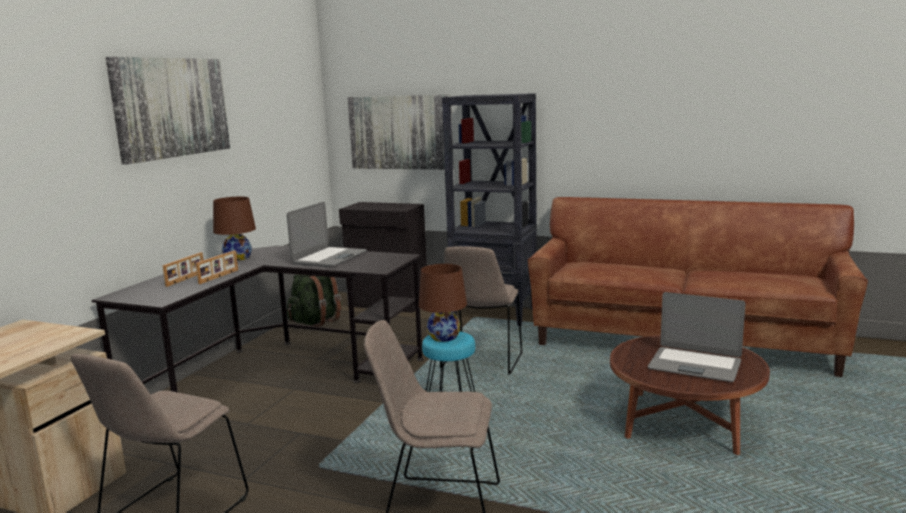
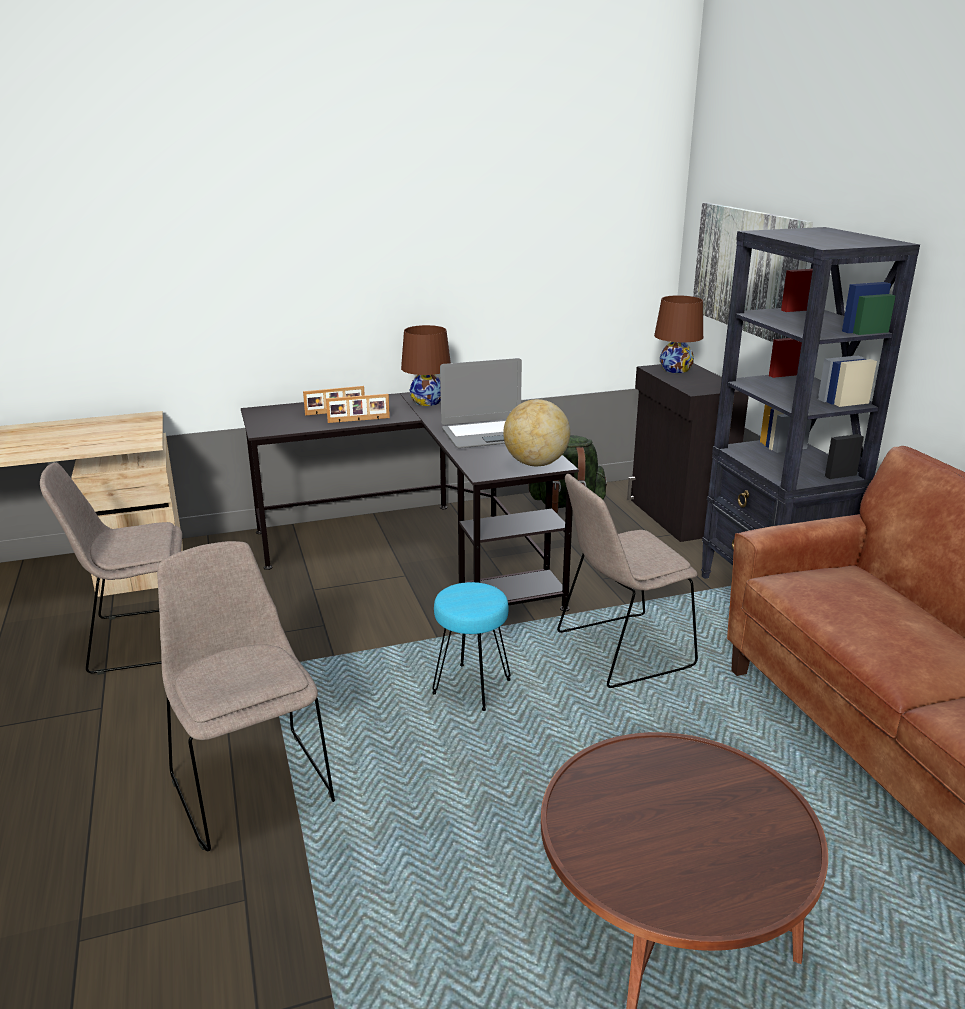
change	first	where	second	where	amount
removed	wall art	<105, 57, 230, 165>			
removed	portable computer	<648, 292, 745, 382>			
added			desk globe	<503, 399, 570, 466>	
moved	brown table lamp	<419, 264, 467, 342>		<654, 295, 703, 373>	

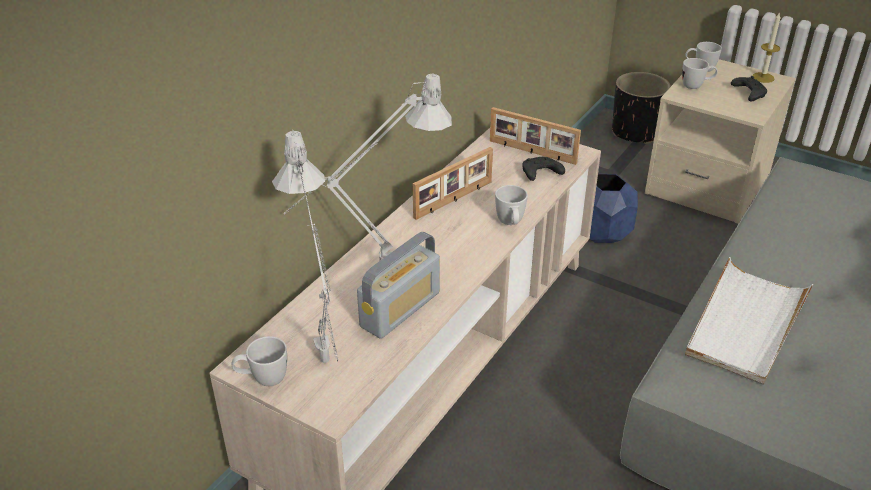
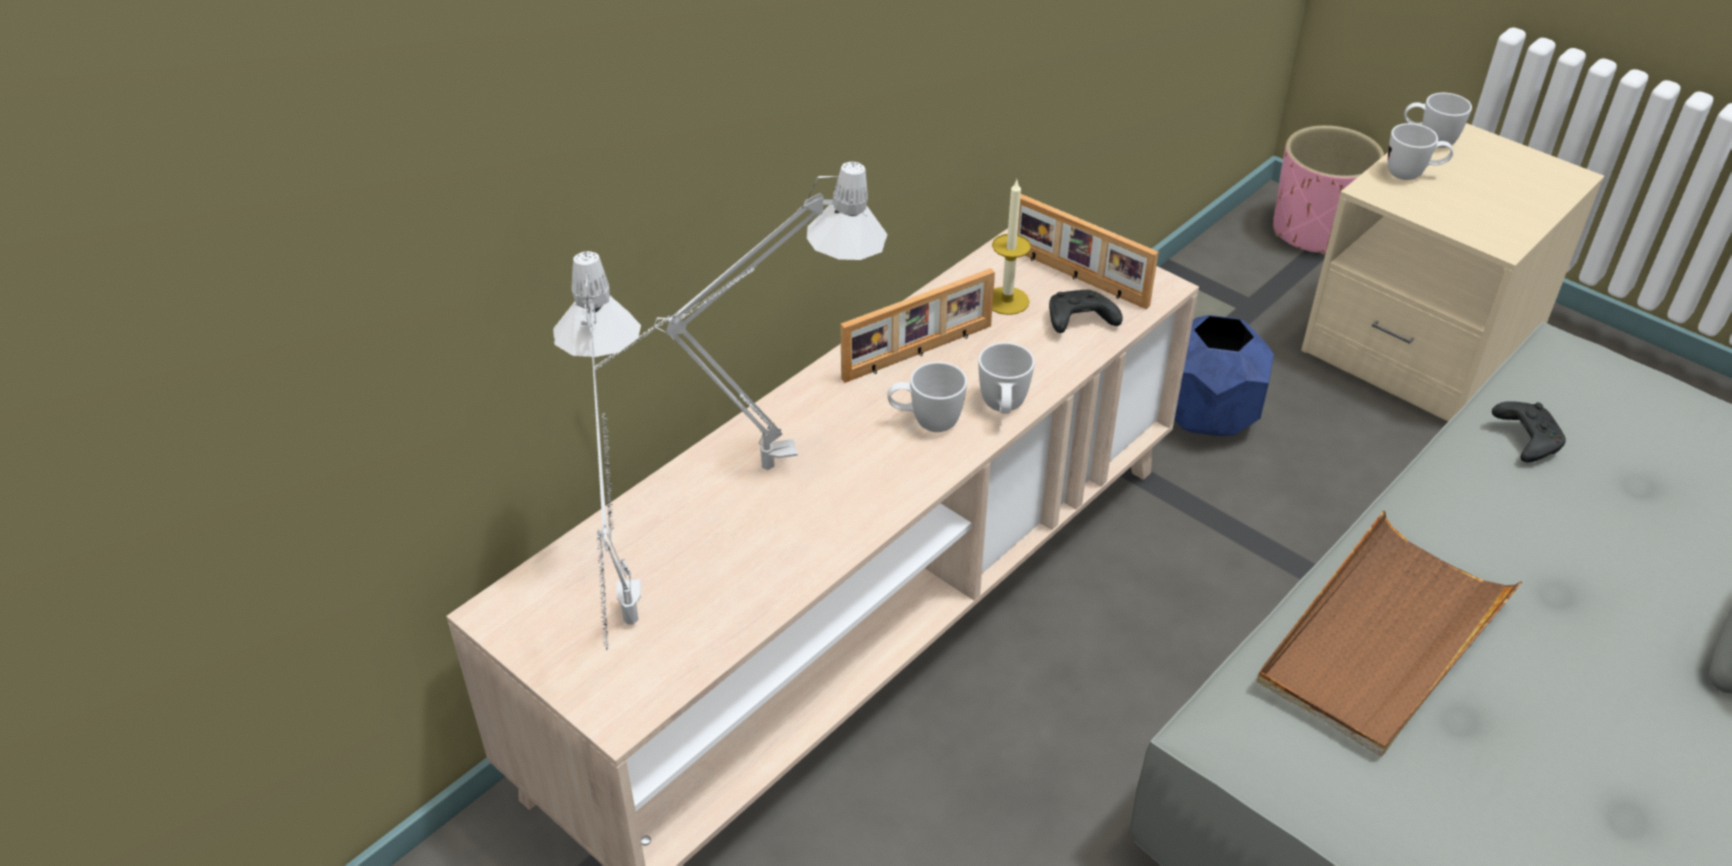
change	first	where	second	where	amount
removed	radio set	<357, 232, 440, 339>			
moved	whitish coffee mug	<231, 336, 287, 386>		<887, 362, 967, 432>	
moved	black-coloured joypad	<731, 76, 767, 102>		<1492, 401, 1566, 462>	
moved	wax light	<752, 13, 781, 83>		<992, 180, 1031, 315>	
recoloured	black-coloured flower pot	<612, 72, 671, 144>	pink flower pot	<1273, 125, 1384, 255>	
recoloured	whitish tray	<685, 257, 813, 385>	brown tray	<1256, 510, 1522, 757>	

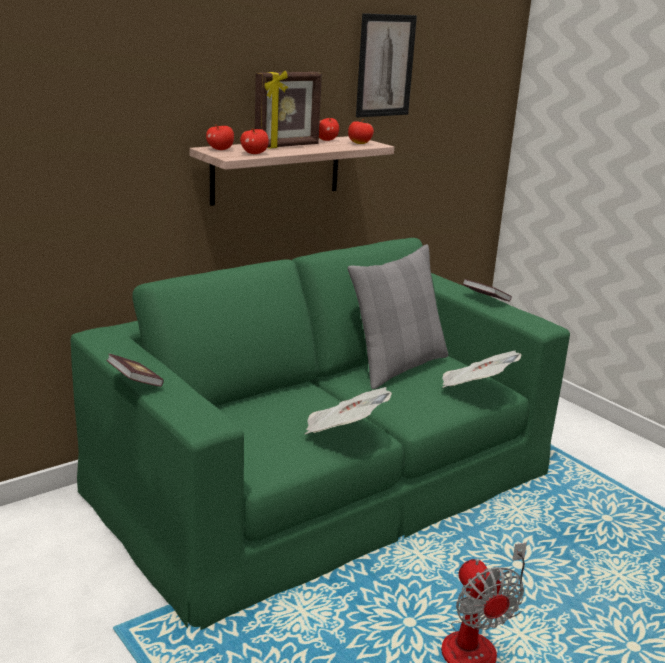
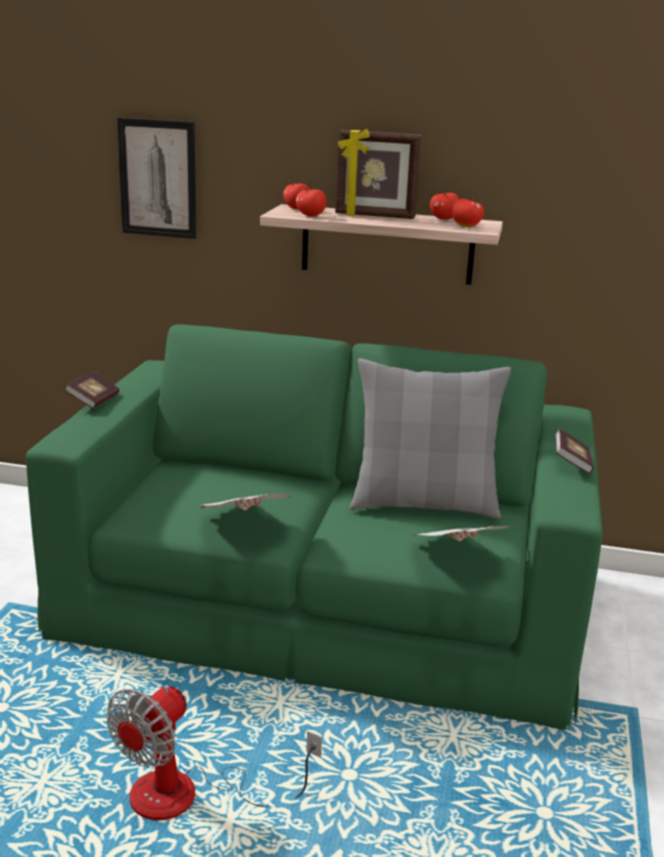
change	first	where	second	where	amount
moved	wall art	<356, 13, 417, 117>		<117, 117, 197, 239>	

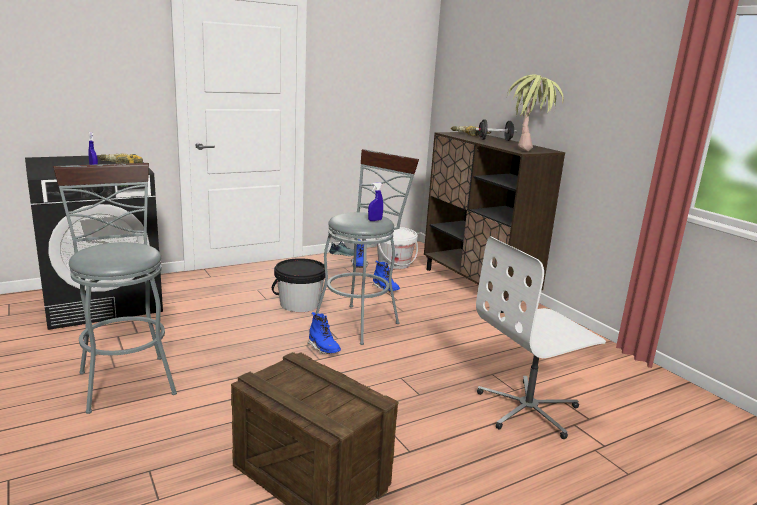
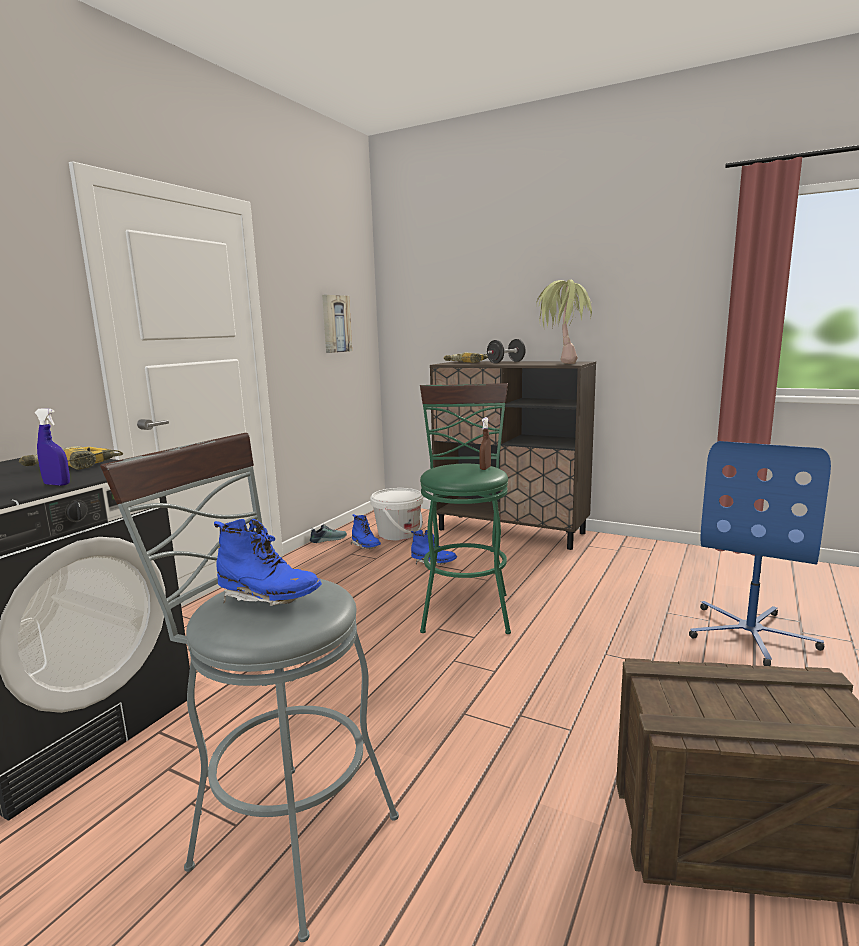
change	first	where	second	where	amount
removed	black-coloured water bucket	<272, 258, 325, 312>			
added			wall art	<322, 295, 352, 353>	
moved	blue tall boot	<308, 312, 341, 354>		<214, 519, 322, 606>	
recoloured	grey sitting stool	<316, 149, 419, 345>	greenish sitting stool	<420, 383, 511, 634>	
recoloured	blue sprayer	<368, 182, 383, 221>	brown sprayer	<479, 417, 491, 470>	
recoloured	whitish computer chair	<476, 237, 606, 439>	blue computer chair	<689, 441, 831, 666>	

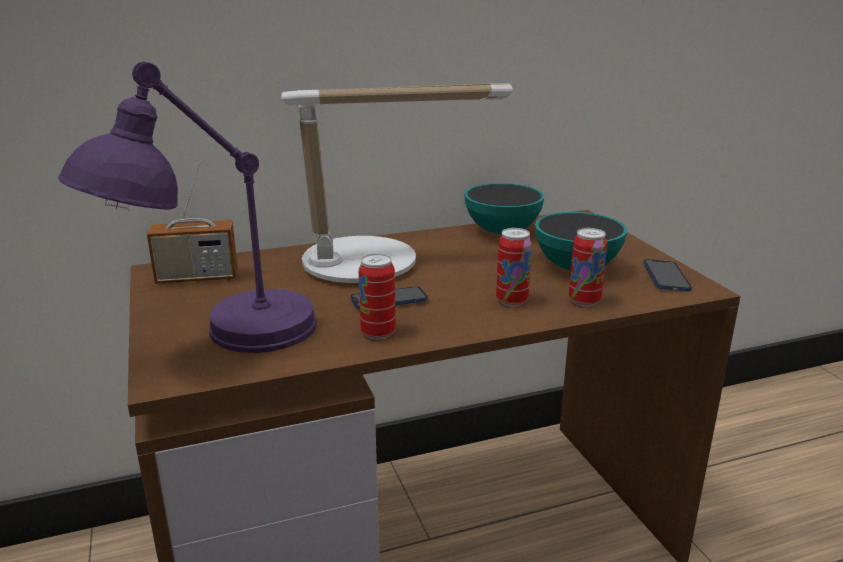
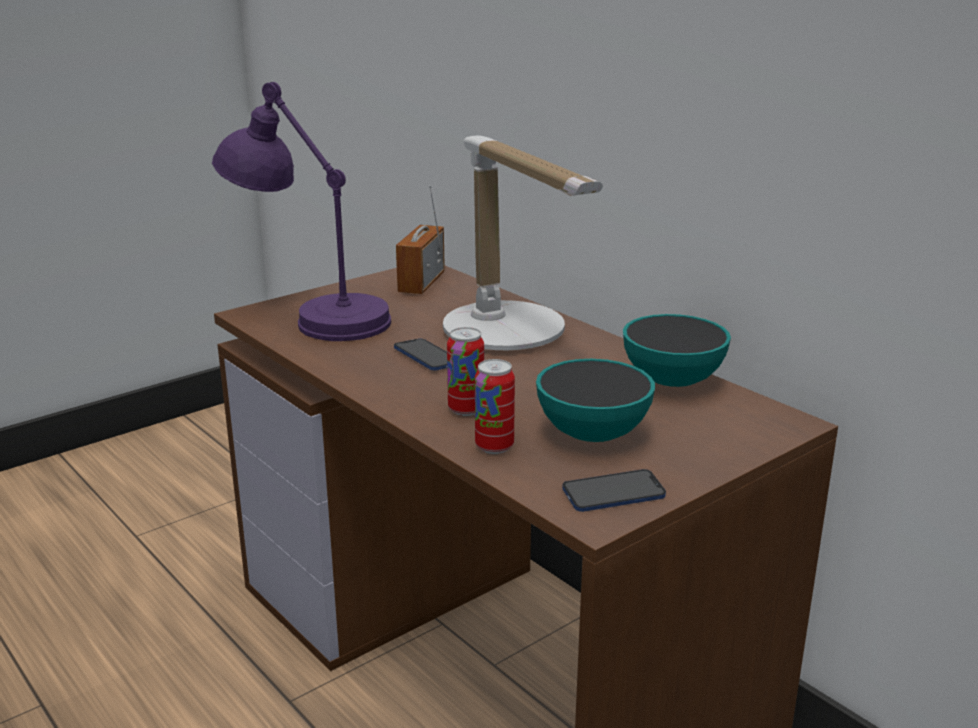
change	first	where	second	where	amount
removed	sealed can	<358, 254, 396, 340>			
turned	radio set	<147, 161, 238, 284>		<396, 185, 445, 294>	45 degrees clockwise

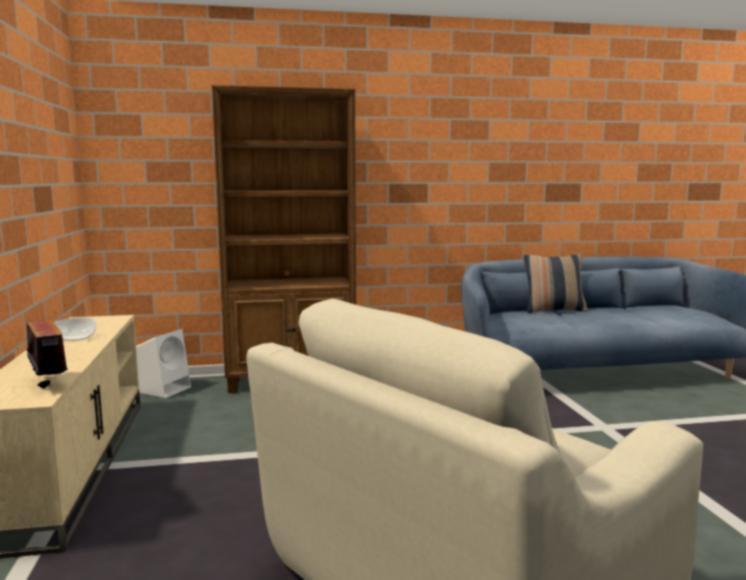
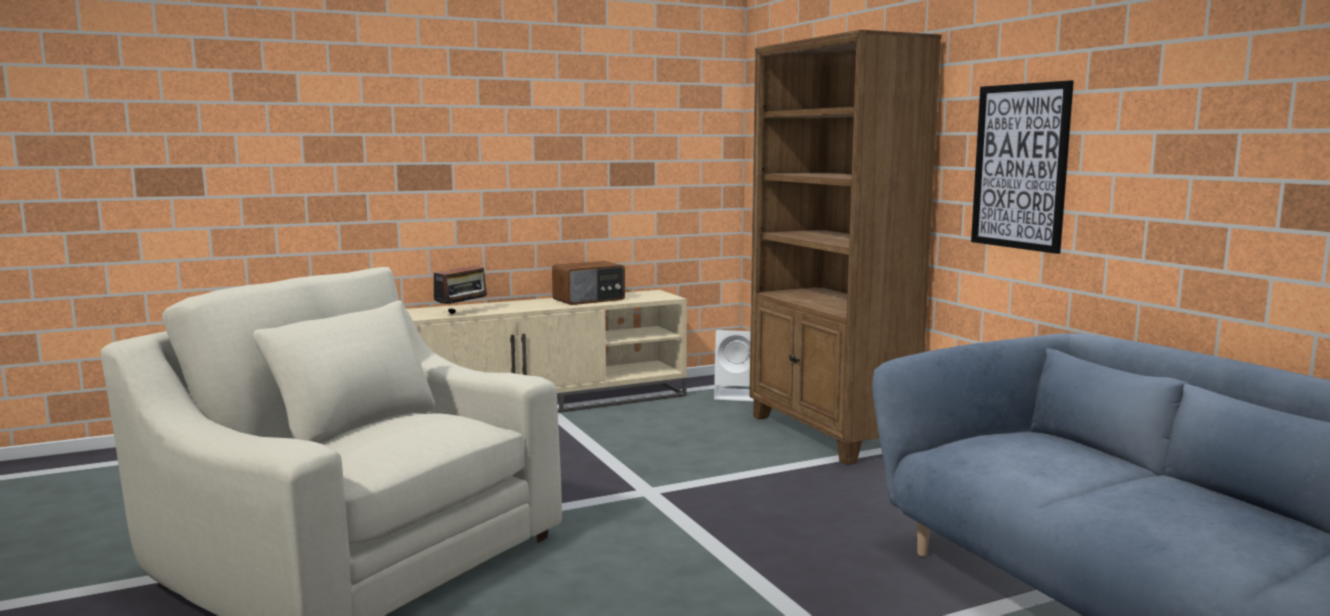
change	first	where	second	where	amount
removed	cushion	<524, 254, 588, 313>			
added			wall art	<971, 80, 1074, 254>	
replaced	bowl	<54, 317, 96, 341>	radio set	<552, 261, 625, 305>	

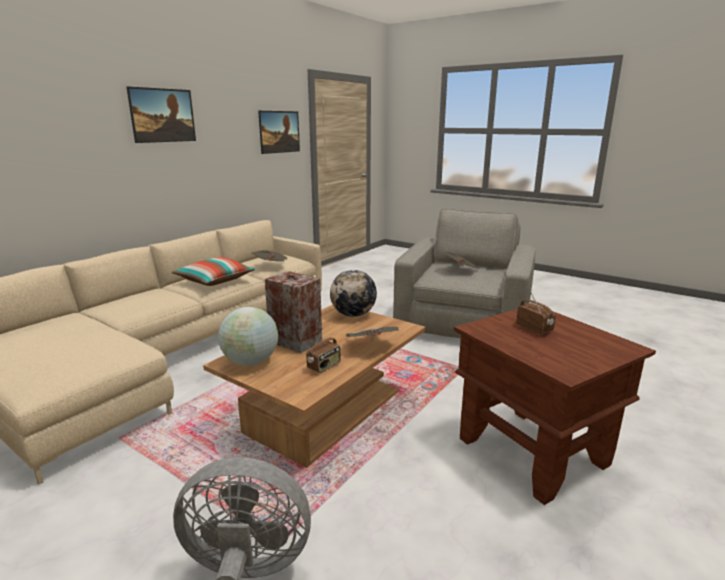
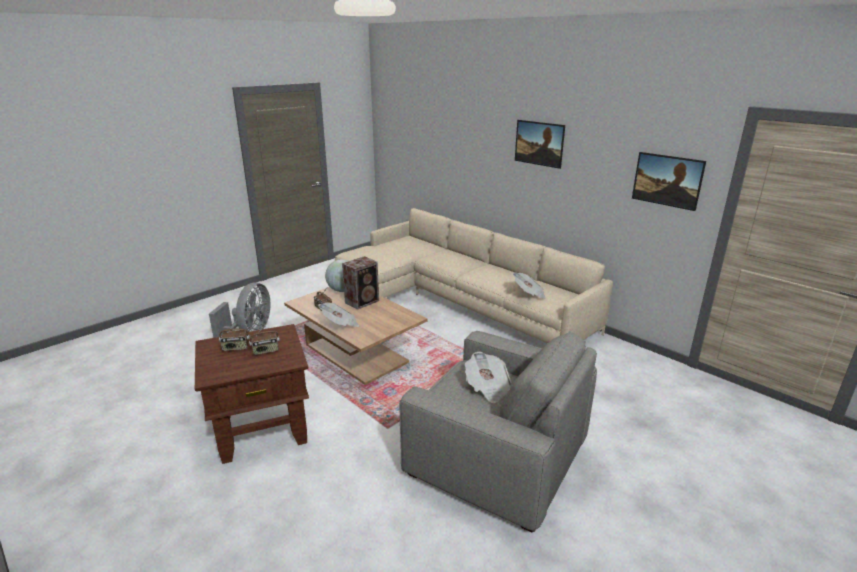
change	first	where	second	where	amount
removed	cushion	<172, 257, 255, 286>			
removed	desk globe	<330, 270, 377, 317>			
added			radio set	<219, 320, 250, 351>	

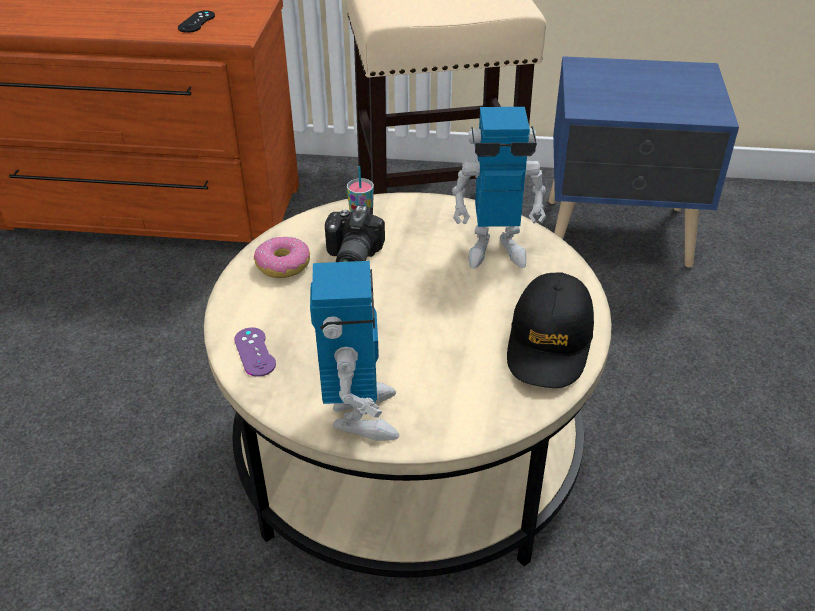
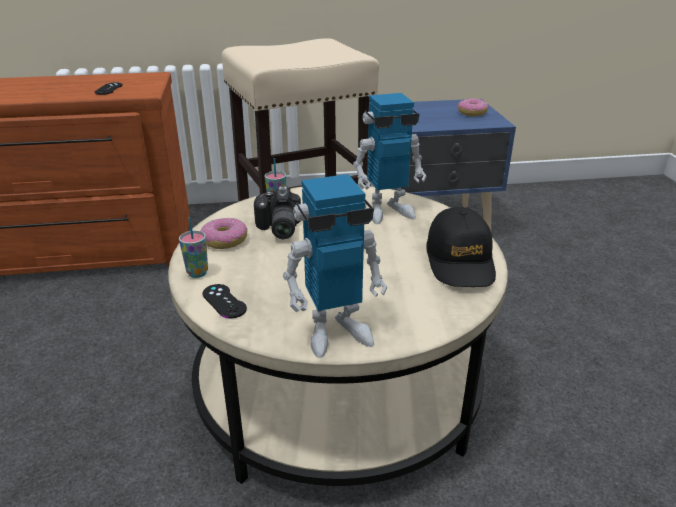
change	first	where	second	where	amount
added			drinking cup	<179, 217, 208, 278>	
added			doughnut	<458, 98, 489, 116>	
recoloured	purplish joypad	<234, 327, 276, 377>	black-coloured joypad	<202, 284, 247, 318>	
turned	robot figure	<310, 261, 399, 441>		<283, 174, 387, 358>	90 degrees clockwise

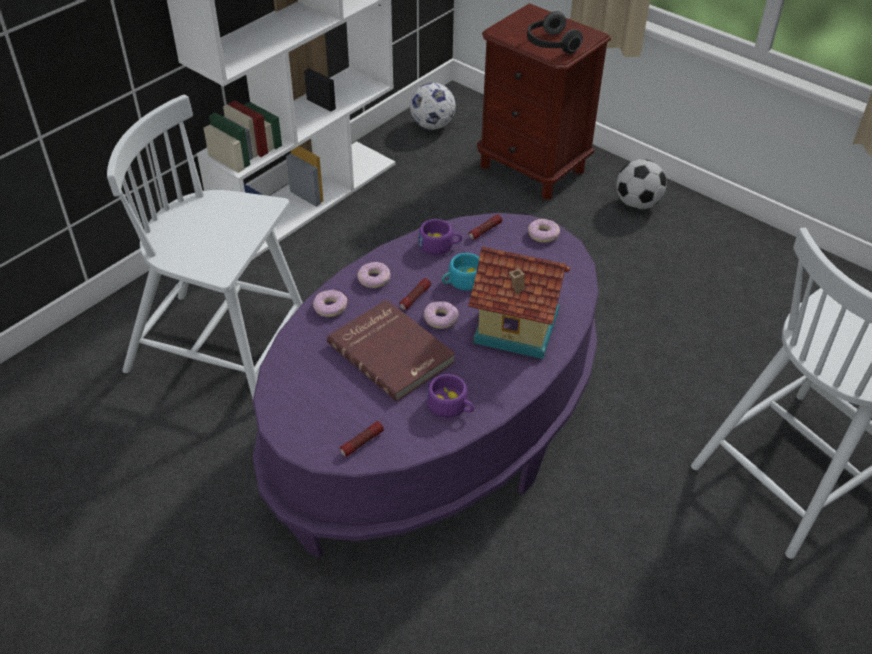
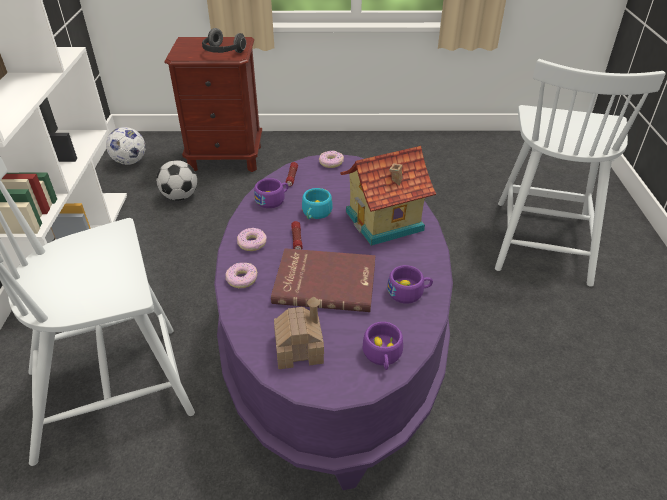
change	first	where	second	where	amount
removed	doughnut	<424, 301, 458, 329>			
added			model house	<274, 296, 324, 369>	
moved	football	<616, 159, 667, 210>		<156, 160, 197, 201>	
replaced	hand torch	<340, 421, 384, 457>	purplish drinking cup	<363, 322, 403, 370>	

